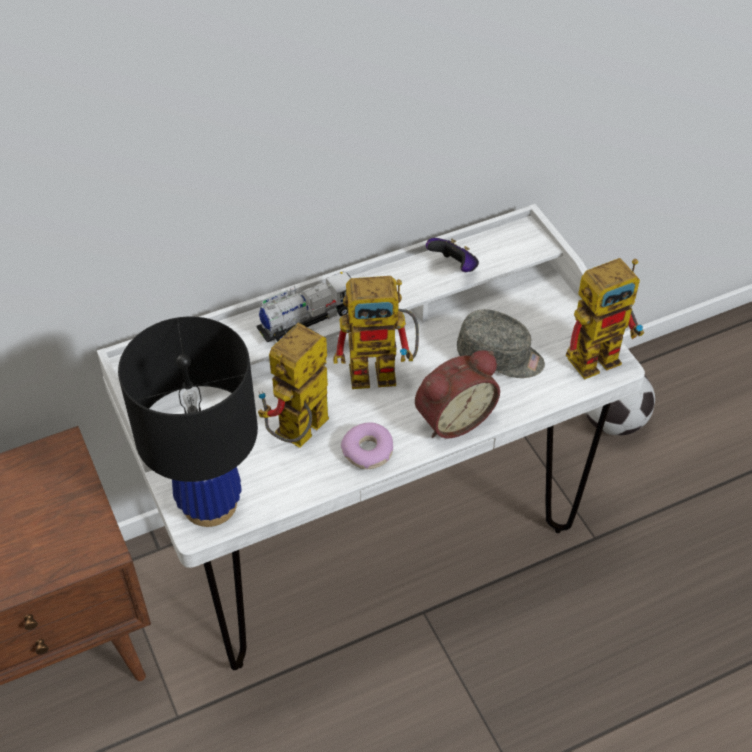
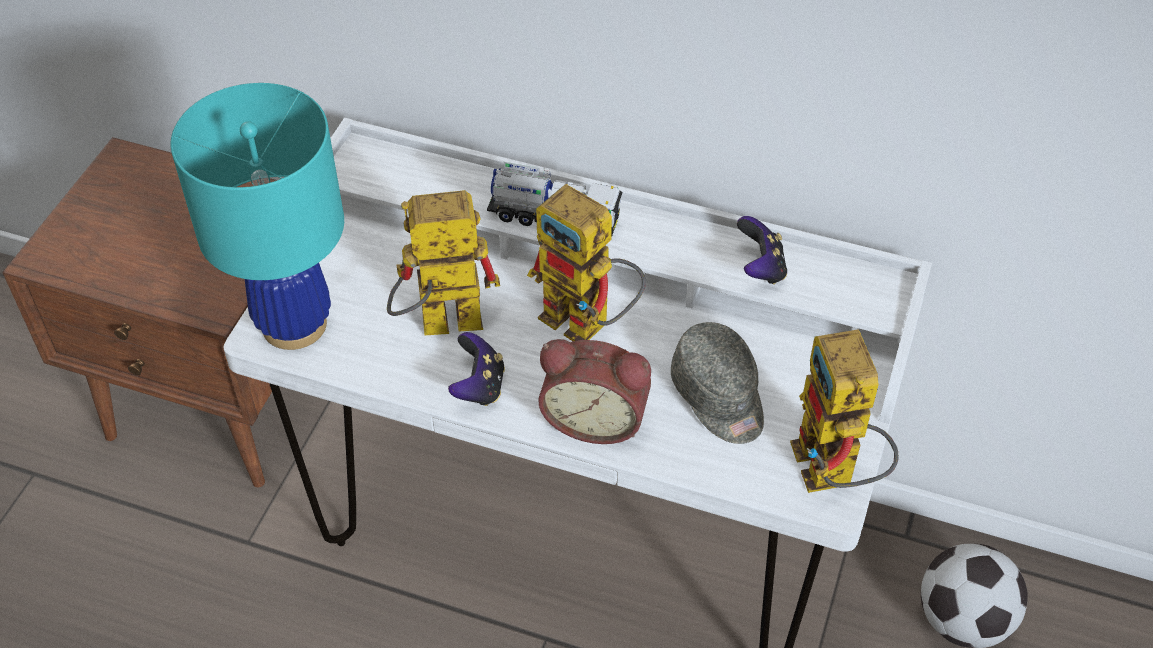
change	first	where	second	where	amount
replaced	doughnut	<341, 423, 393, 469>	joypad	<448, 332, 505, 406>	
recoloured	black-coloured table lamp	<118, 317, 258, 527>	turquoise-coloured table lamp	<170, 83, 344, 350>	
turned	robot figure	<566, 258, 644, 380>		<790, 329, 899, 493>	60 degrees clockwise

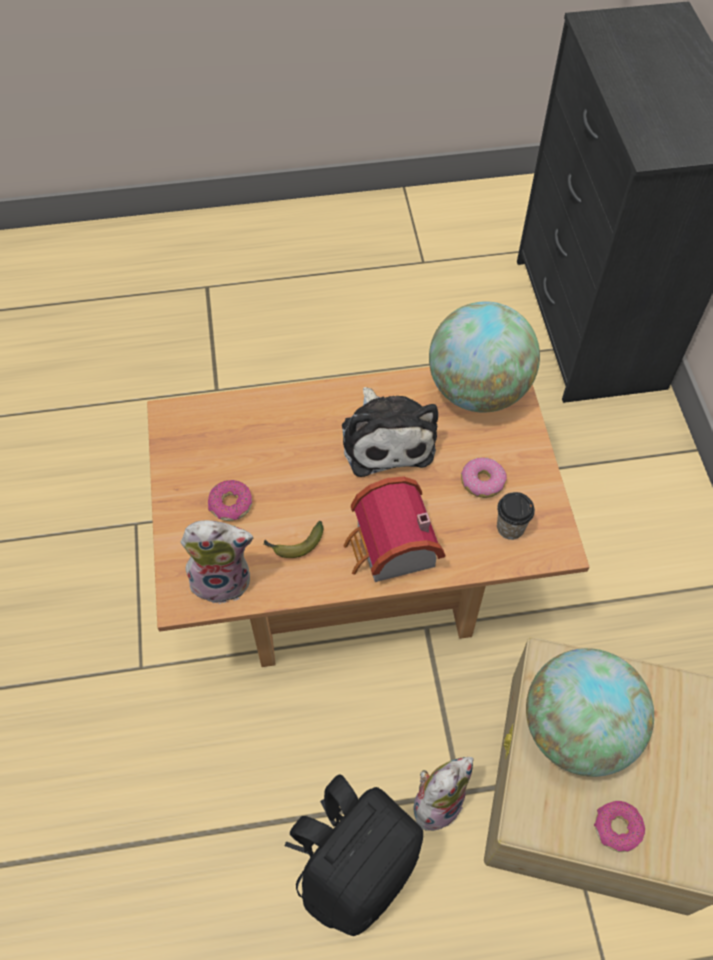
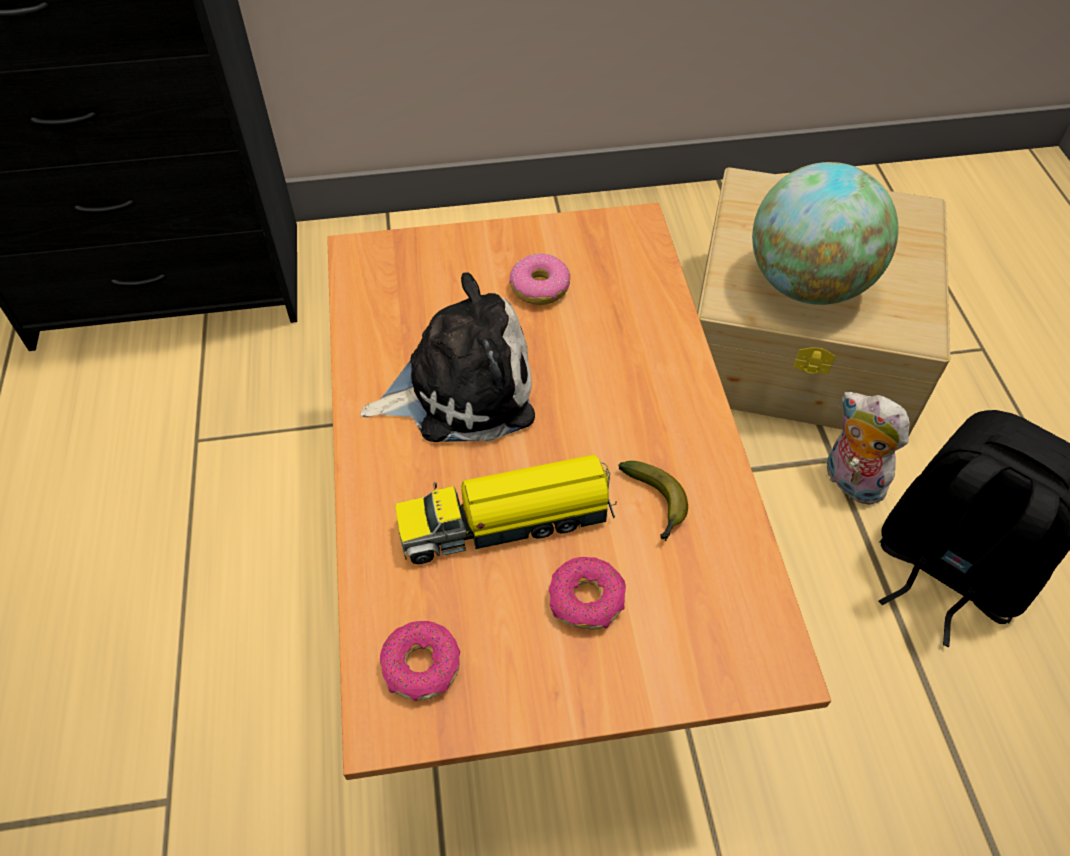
change	first	where	second	where	amount
removed	cuddly toy	<180, 520, 253, 604>			
removed	model house	<344, 476, 445, 582>			
removed	desk globe	<429, 301, 540, 413>			
removed	drinking cup	<497, 492, 535, 540>			
added			model truck	<395, 455, 617, 564>	
moved	doughnut	<594, 801, 645, 852>		<380, 621, 460, 701>	

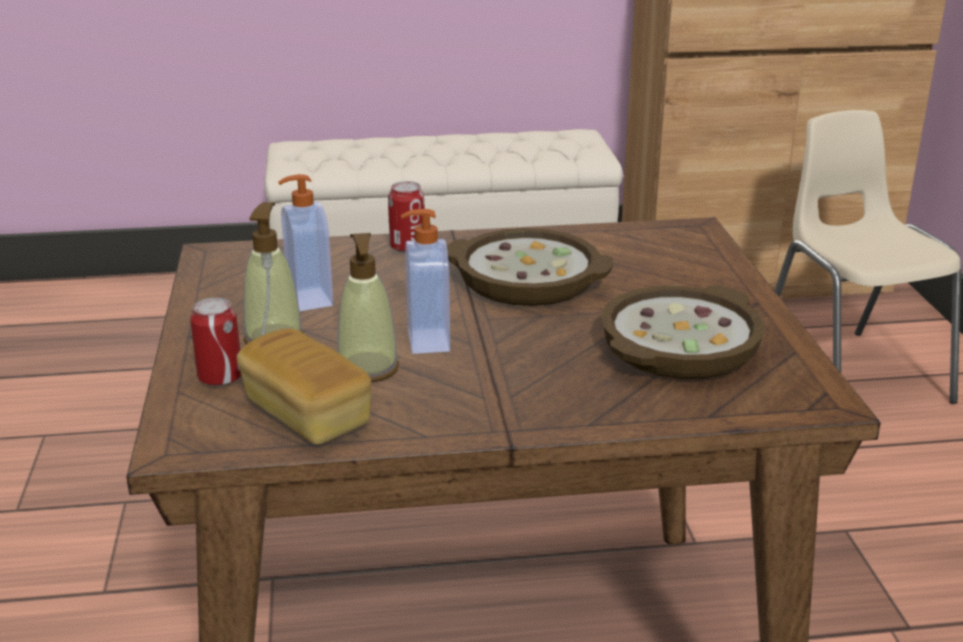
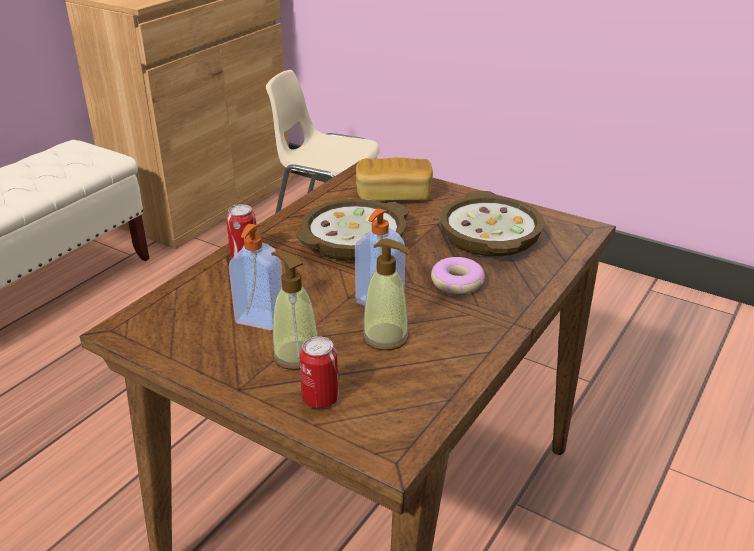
change	first	where	second	where	amount
added			doughnut	<431, 257, 485, 294>	
moved	bakery bread	<237, 328, 372, 445>		<356, 157, 433, 201>	

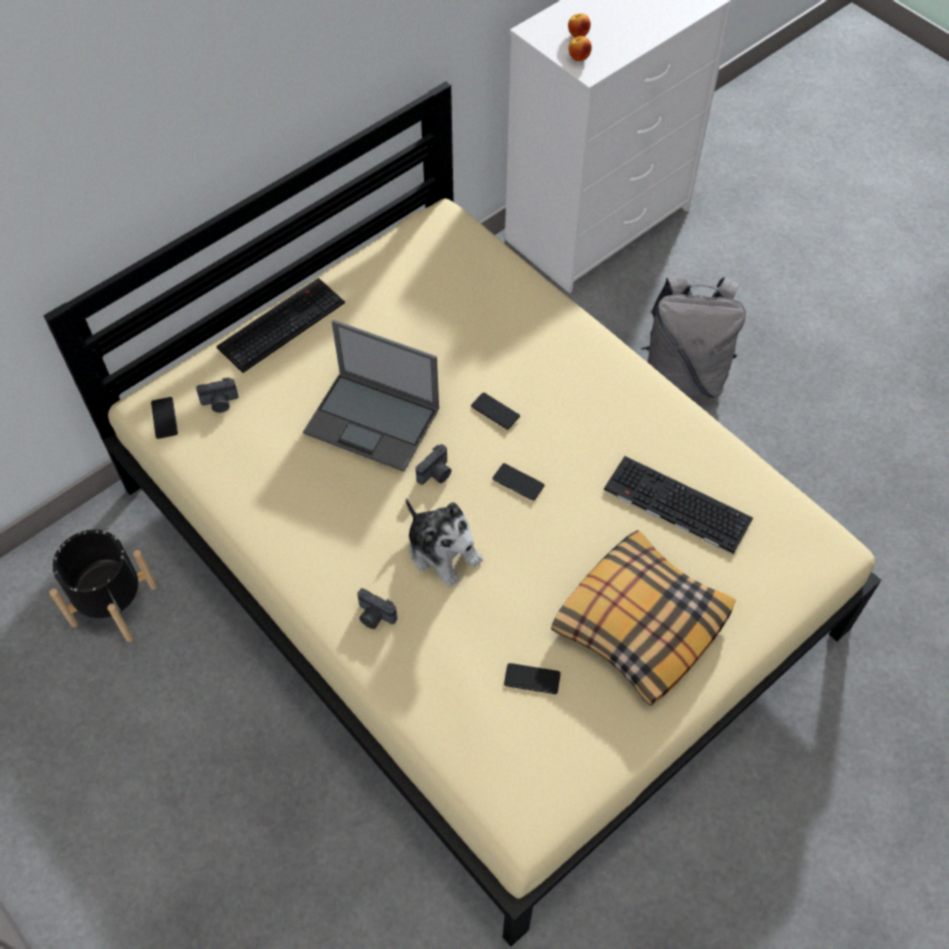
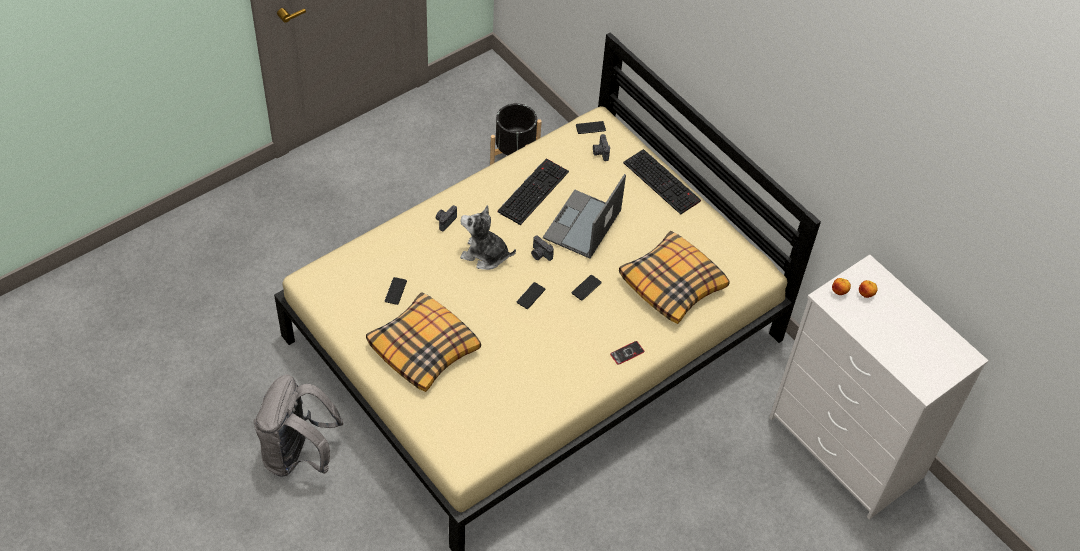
change	first	where	second	where	amount
added			telephone	<610, 341, 644, 365>	
added			cushion	<619, 231, 730, 324>	
moved	keyboard	<604, 456, 753, 554>		<497, 158, 569, 225>	
moved	grey rucksack	<641, 273, 746, 398>		<253, 374, 344, 477>	
turned	cuddly toy	<406, 498, 483, 587>		<460, 205, 516, 270>	60 degrees clockwise

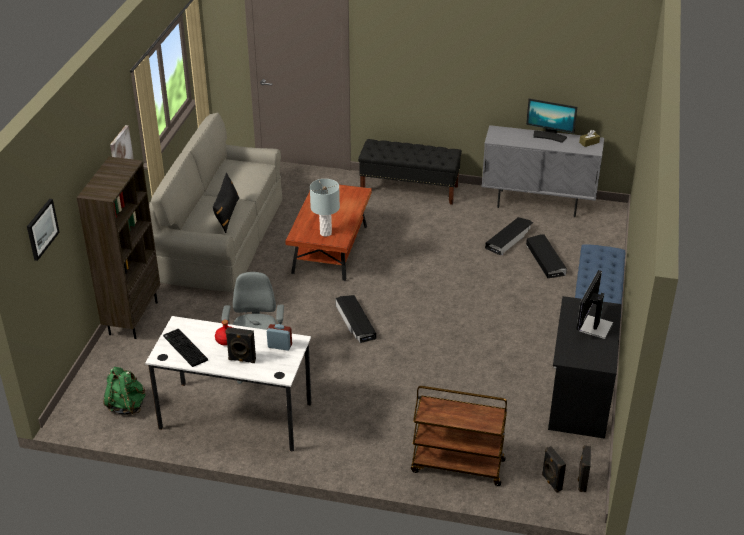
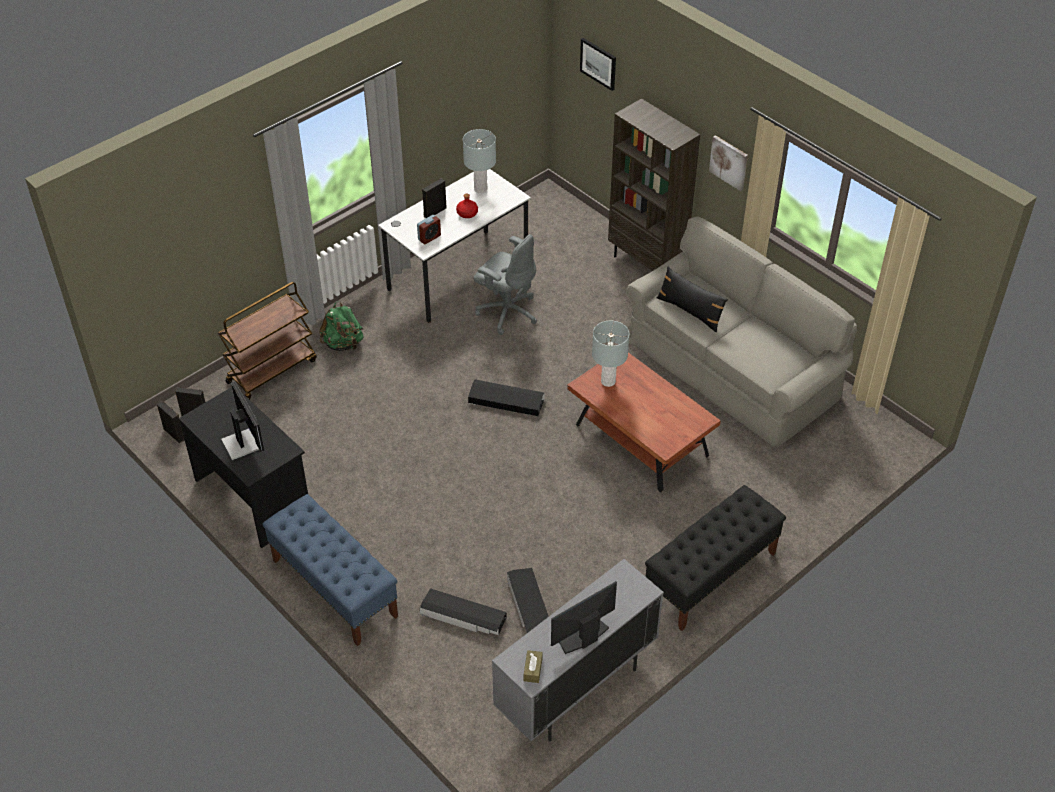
change	first	where	second	where	amount
moved	greenish rucksack	<104, 367, 146, 415>		<319, 301, 364, 351>	
replaced	keyboard	<163, 329, 208, 367>	grey table lamp	<463, 129, 496, 193>	

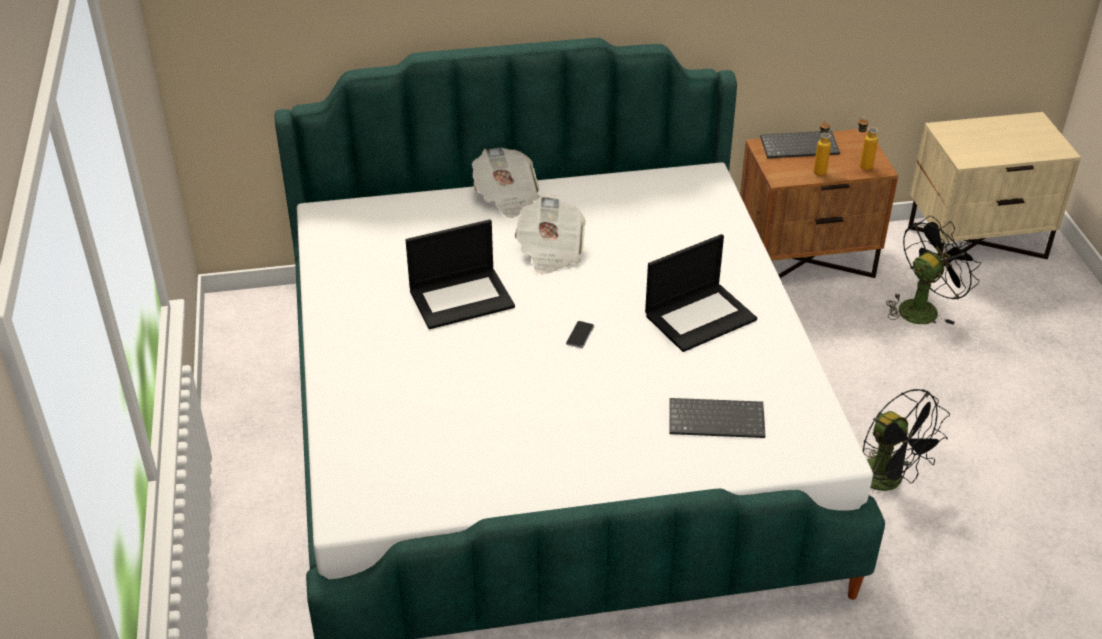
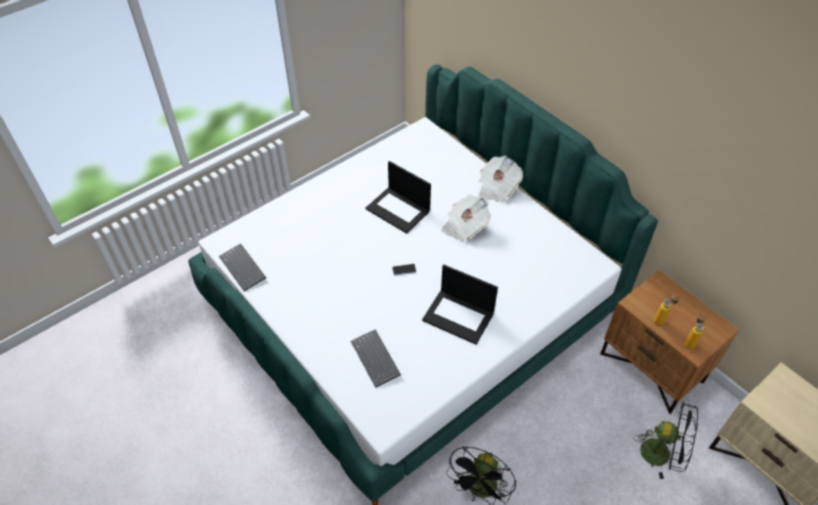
change	first	where	second	where	amount
moved	keyboard	<760, 131, 840, 158>		<219, 243, 266, 291>	

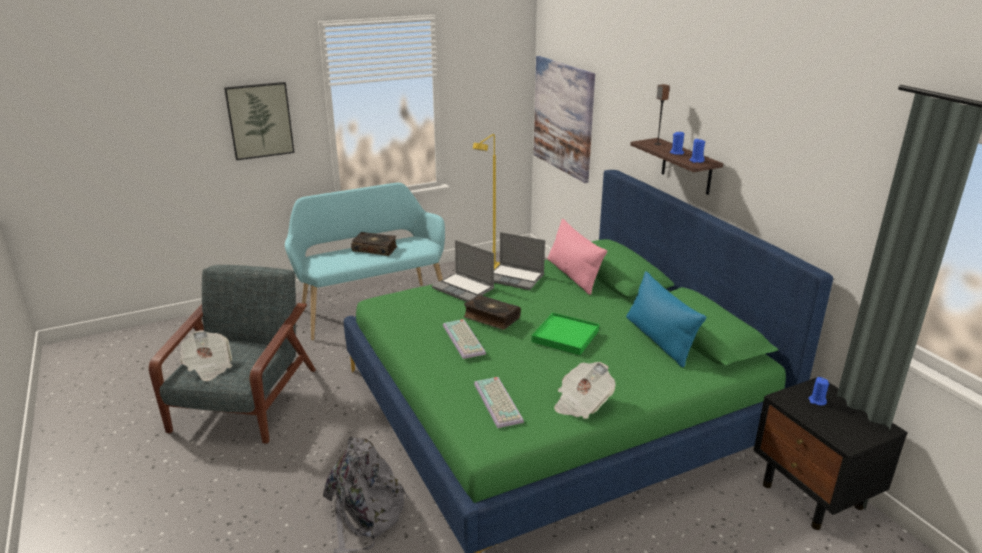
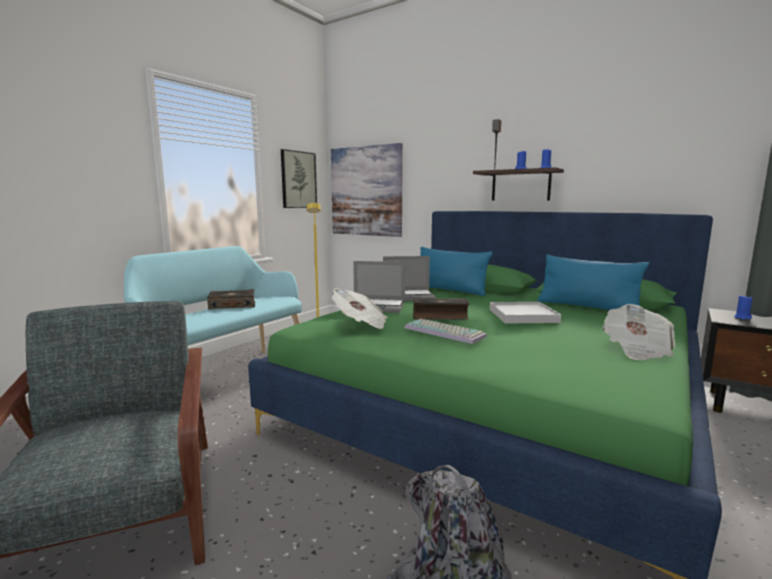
change	first	where	second	where	amount
removed	keyboard	<474, 377, 524, 428>			
moved	newspaper	<180, 330, 232, 381>		<332, 288, 387, 329>	
moved	wall art	<224, 82, 295, 160>		<281, 149, 317, 208>	
recoloured	greenish tray	<532, 313, 599, 355>	whitish tray	<490, 302, 561, 324>	
recoloured	pink cushion	<547, 219, 607, 295>	blue cushion	<420, 247, 493, 296>	

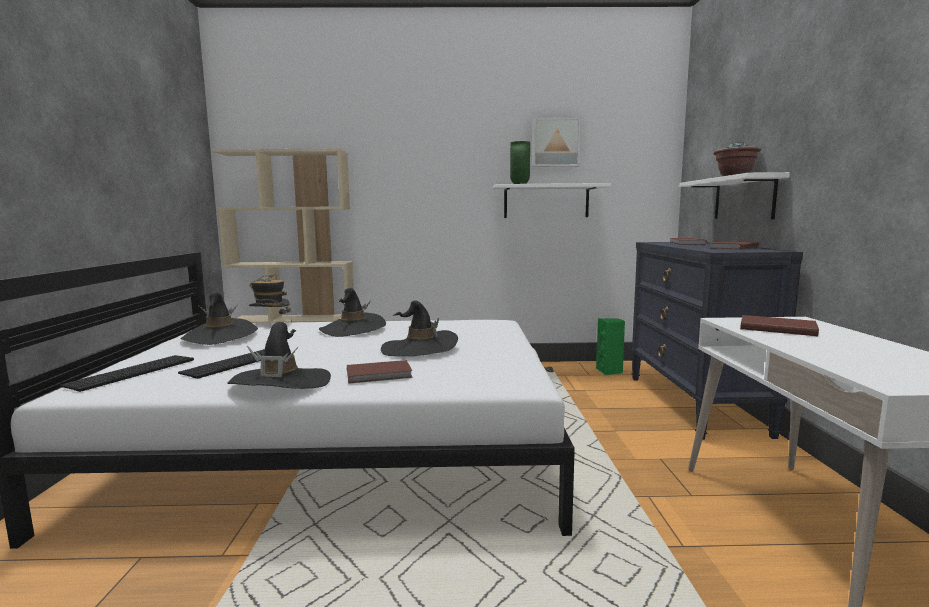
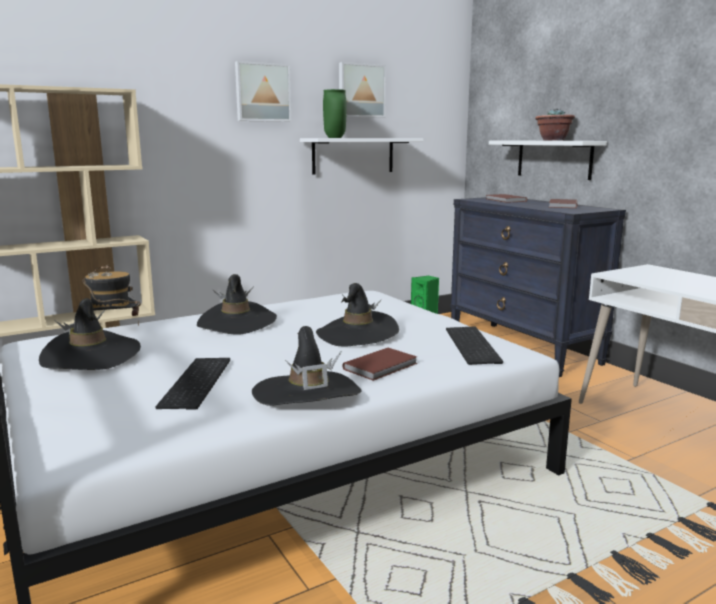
change	first	where	second	where	amount
removed	brown volume	<740, 315, 819, 336>			
added			wall art	<235, 61, 291, 122>	
moved	keyboard	<60, 355, 194, 392>		<446, 327, 503, 365>	

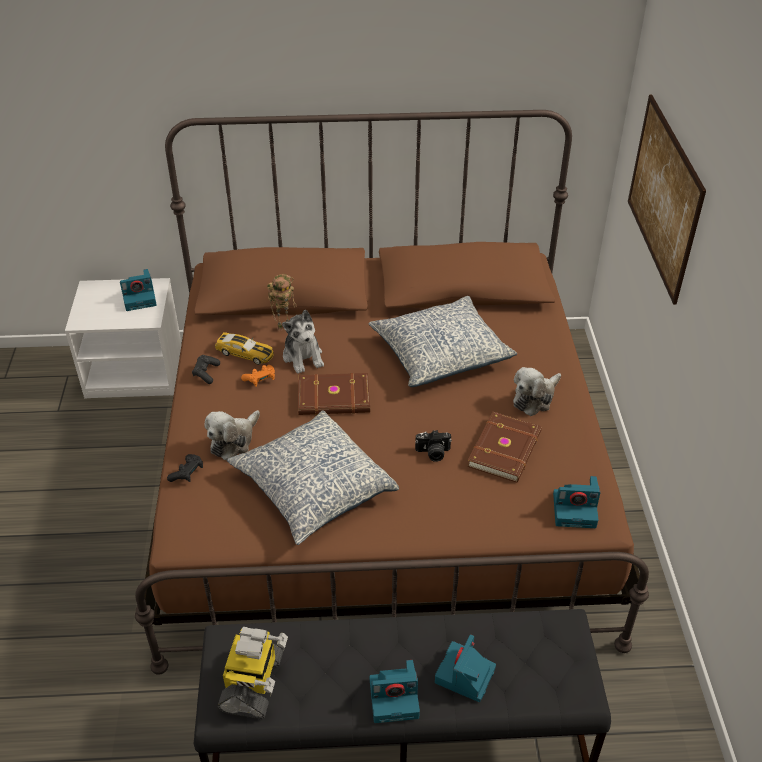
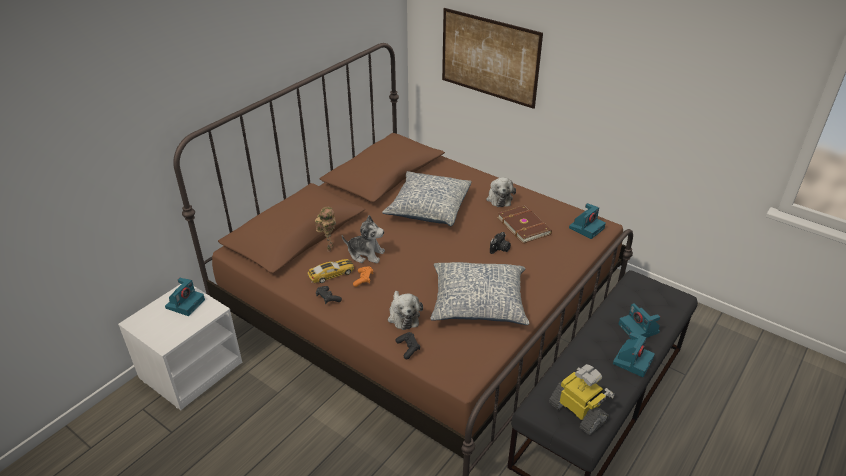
change	first	where	second	where	amount
removed	brown volume	<298, 373, 370, 415>			

